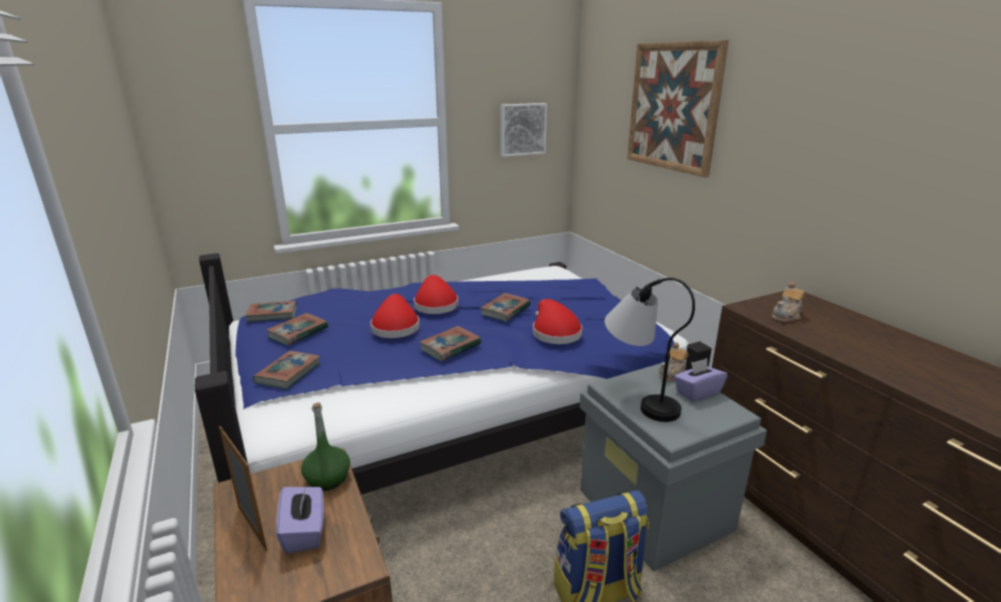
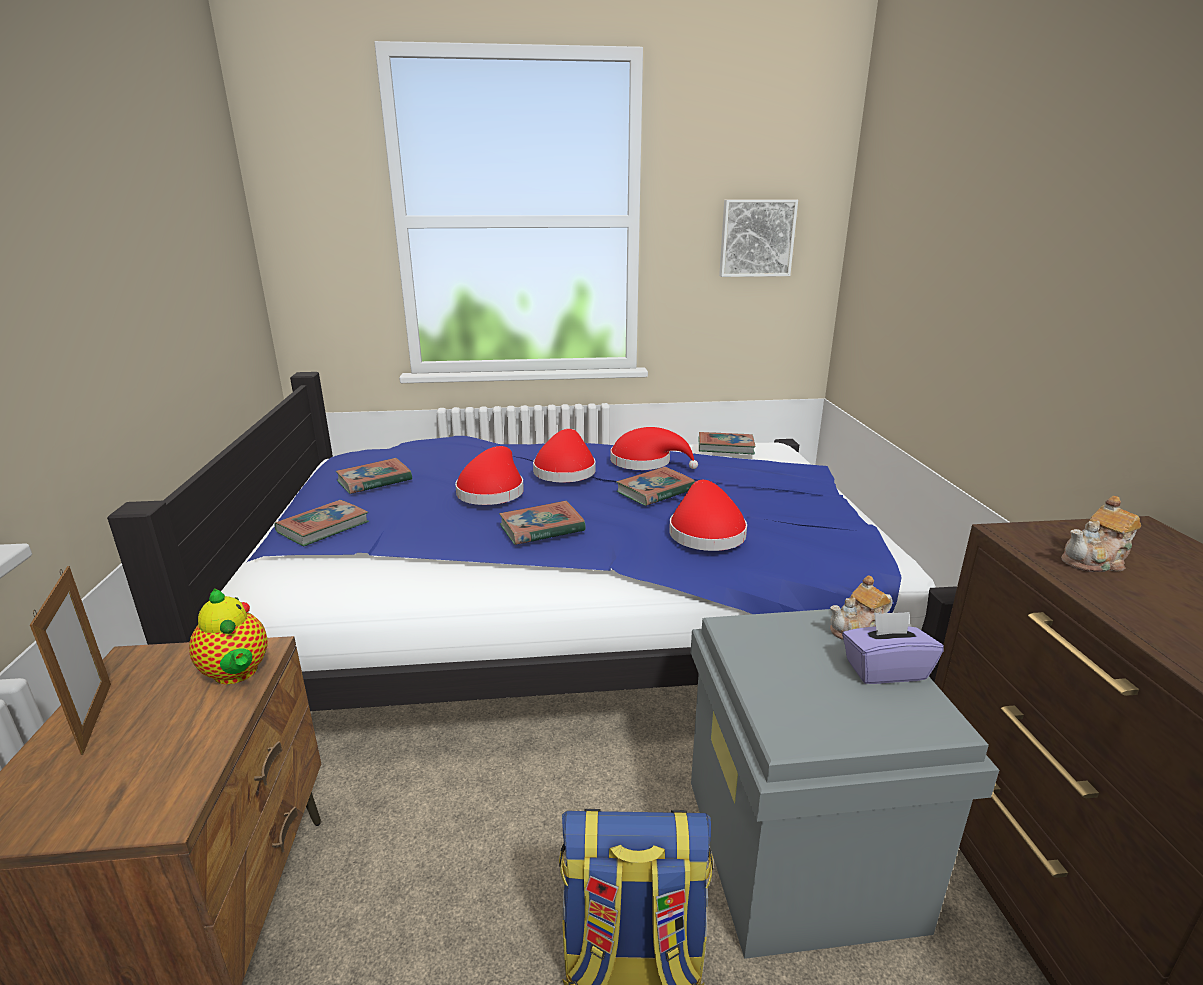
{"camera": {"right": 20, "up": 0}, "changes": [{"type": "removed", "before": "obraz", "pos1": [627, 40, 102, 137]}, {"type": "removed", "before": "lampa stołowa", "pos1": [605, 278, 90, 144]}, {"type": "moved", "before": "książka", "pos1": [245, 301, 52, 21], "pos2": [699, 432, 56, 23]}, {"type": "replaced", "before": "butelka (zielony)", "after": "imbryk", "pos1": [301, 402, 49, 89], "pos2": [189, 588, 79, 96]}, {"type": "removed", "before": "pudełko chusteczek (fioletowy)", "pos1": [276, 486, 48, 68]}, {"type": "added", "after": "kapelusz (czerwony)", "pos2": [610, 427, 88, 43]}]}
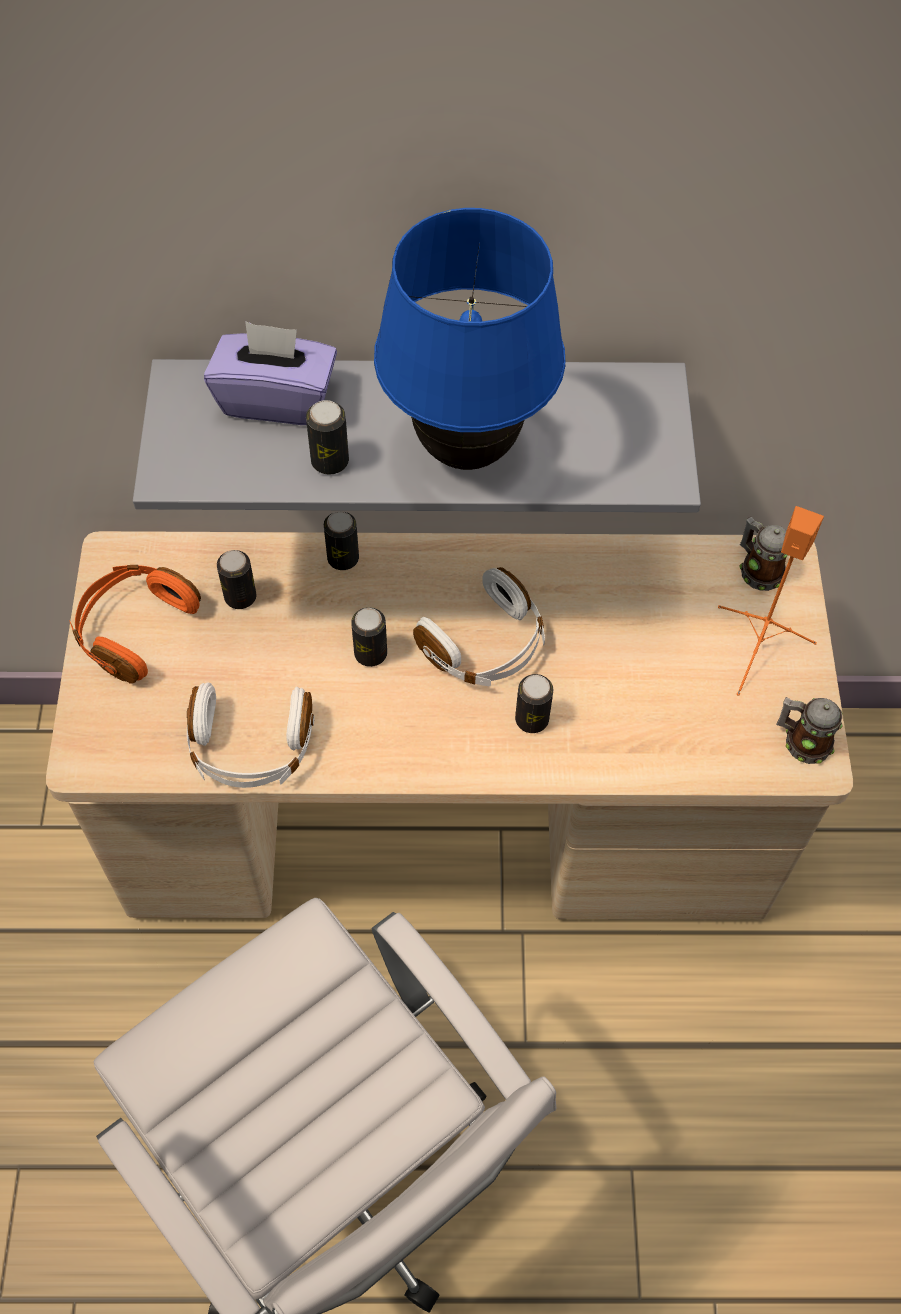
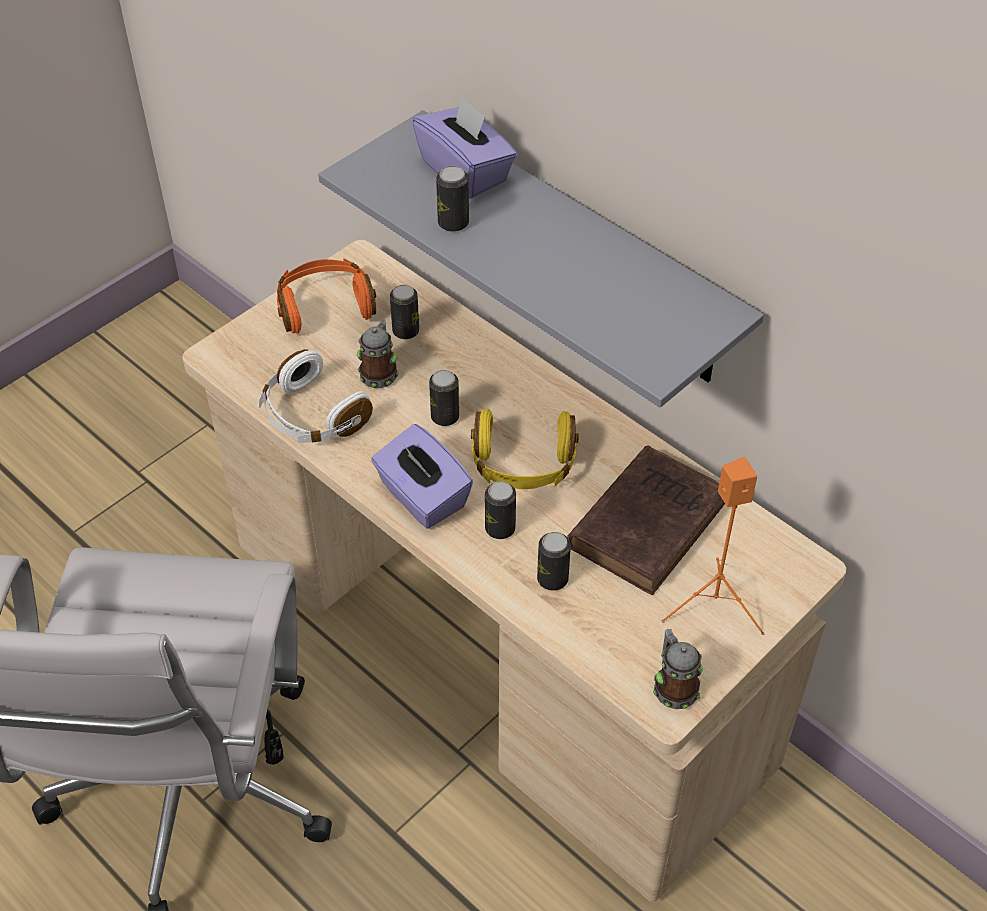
{"camera": {"right": 45, "up": -10}, "changes": [{"type": "removed", "before": "lampa stołowa (niebieski)", "pos1": [374, 208, 191, 262]}, {"type": "moved", "before": "puszka", "pos1": [324, 511, 35, 59], "pos2": [537, 532, 34, 59]}, {"type": "moved", "before": "kubek", "pos1": [740, 517, 48, 74], "pos2": [357, 320, 42, 68]}, {"type": "recoloured", "before": "słuchawki (biały)", "after": "słuchawki (żółty)", "pos1": [413, 567, 132, 119], "pos2": [471, 408, 108, 81]}, {"type": "added", "after": "pudełko chusteczek (fioletowy)", "pos2": [371, 424, 102, 105]}, {"type": "added", "after": "książka (brązowy)", "pos2": [567, 445, 158, 150]}]}
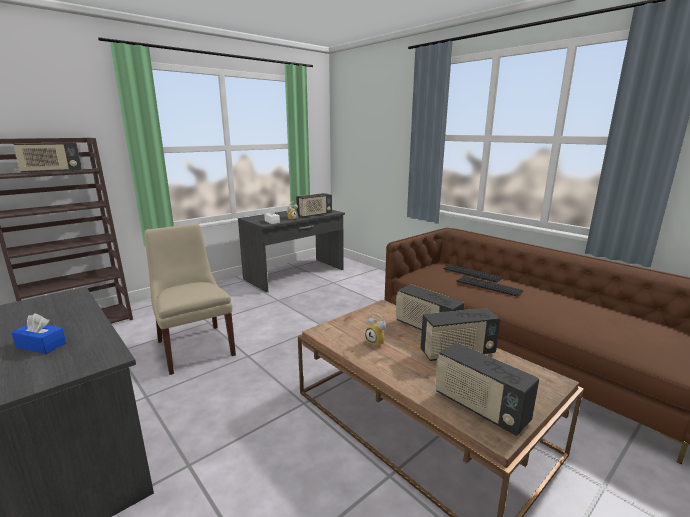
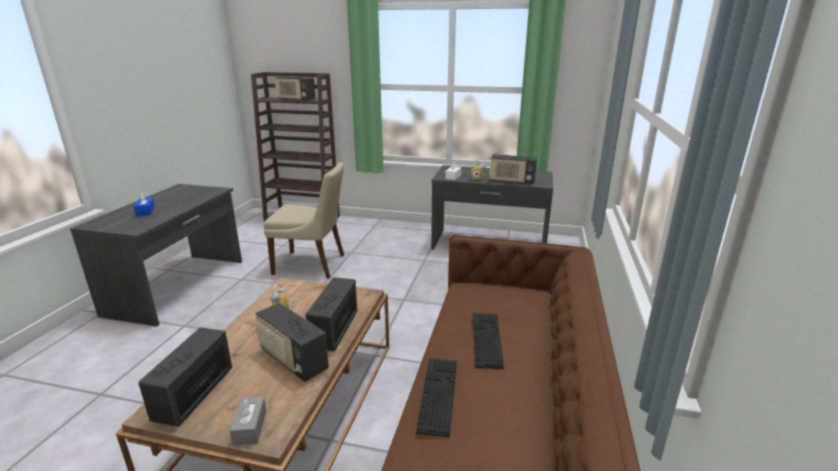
{"camera": {"right": 55, "up": 5}, "changes": [{"type": "turned", "before": "krzesło (beżowy)", "pos1": [144, 224, 92, 151], "pos2": [263, 162, 81, 116], "turn": 75}, {"type": "moved", "before": "klawiatura", "pos1": [443, 265, 60, 18], "pos2": [416, 358, 41, 79]}, {"type": "added", "after": "pudełko chusteczek (szary)", "pos2": [230, 394, 37, 52]}]}
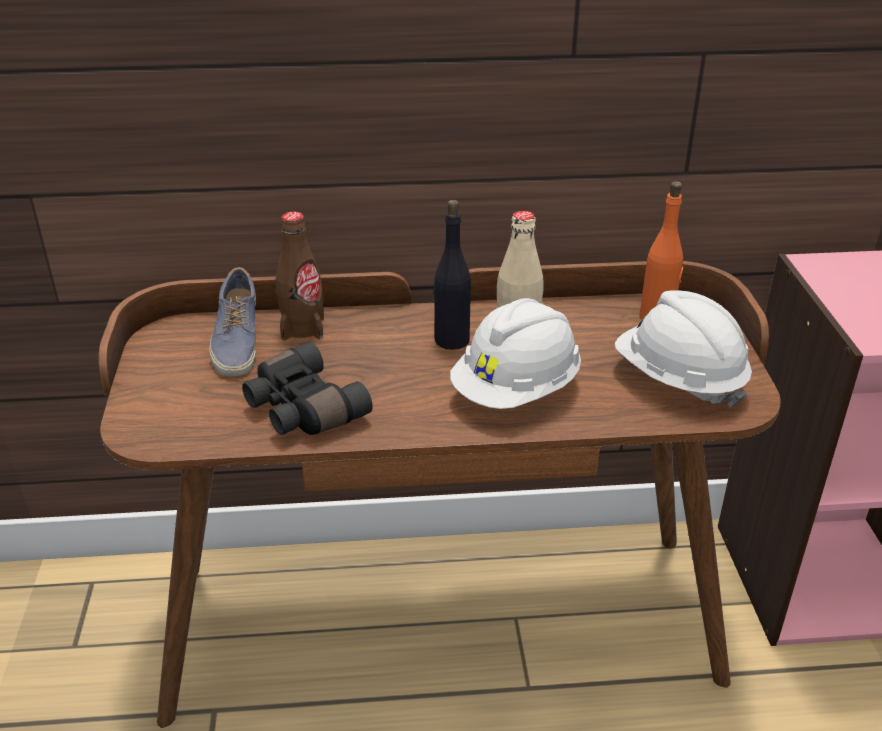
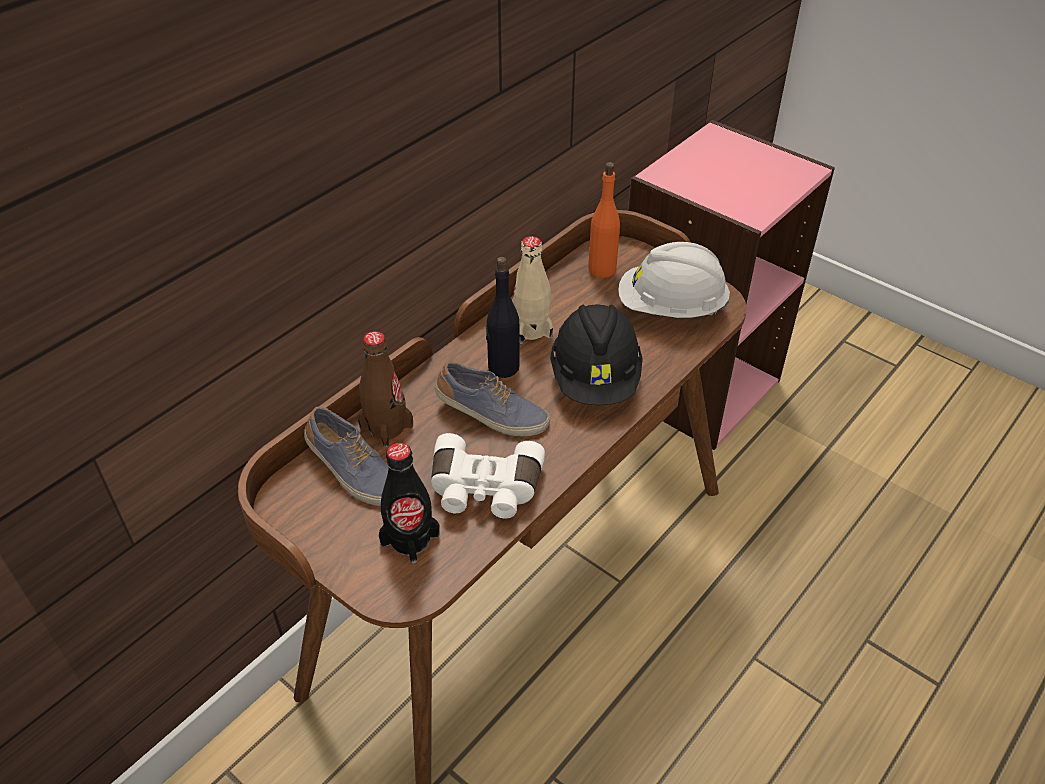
{"camera": {"right": -45, "up": 10}, "changes": [{"type": "recoloured", "before": "kask (biały)", "after": "kask (czarny)", "pos1": [450, 298, 131, 111], "pos2": [550, 304, 93, 101]}, {"type": "recoloured", "before": "lornetka (czarny)", "after": "lornetka (biały)", "pos1": [242, 342, 131, 93], "pos2": [431, 433, 114, 86]}, {"type": "added", "after": "but", "pos2": [435, 362, 115, 74]}, {"type": "added", "after": "butelka (czarny)", "pos2": [379, 443, 61, 120]}]}
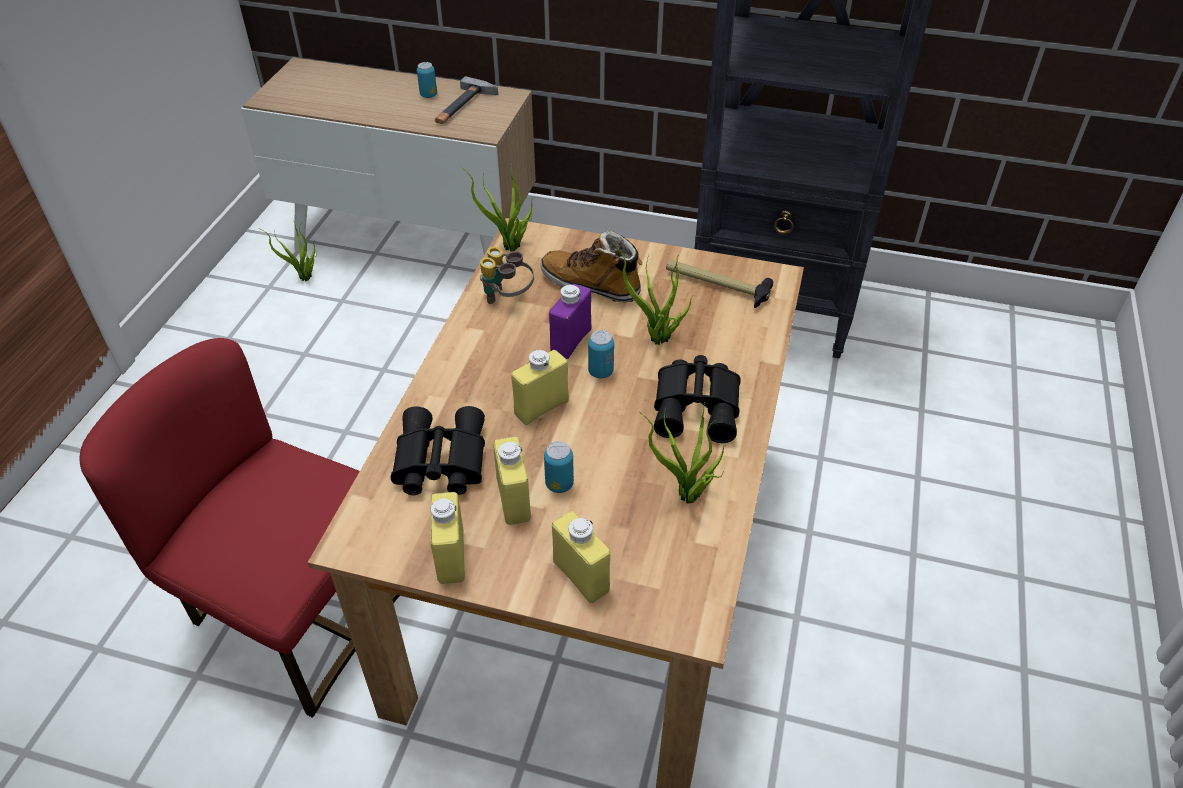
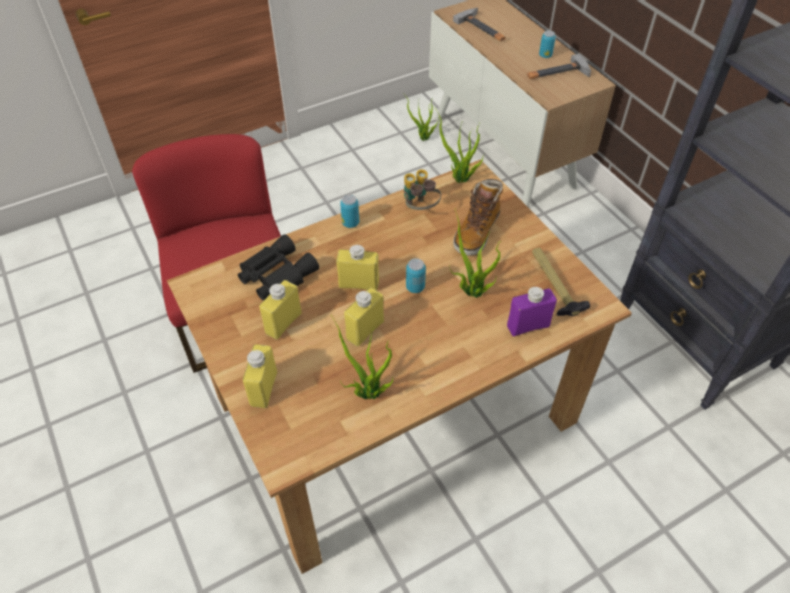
{"camera": {"right": 45, "up": 5}, "changes": [{"type": "turned", "before": "but z cholewką", "pos1": [540, 231, 102, 71], "pos2": [453, 179, 50, 77], "turn": -135}, {"type": "moved", "before": "butelka (fioletowy)", "pos1": [549, 284, 42, 75], "pos2": [507, 287, 50, 49]}, {"type": "removed", "before": "lornetka (czarny)", "pos1": [654, 355, 87, 88]}, {"type": "moved", "before": "puszka", "pos1": [544, 441, 30, 52], "pos2": [340, 195, 19, 33]}, {"type": "moved", "before": "butelka (żółty)", "pos1": [430, 492, 35, 92], "pos2": [344, 288, 40, 59]}, {"type": "added", "after": "młotek", "pos2": [453, 8, 52, 33]}]}
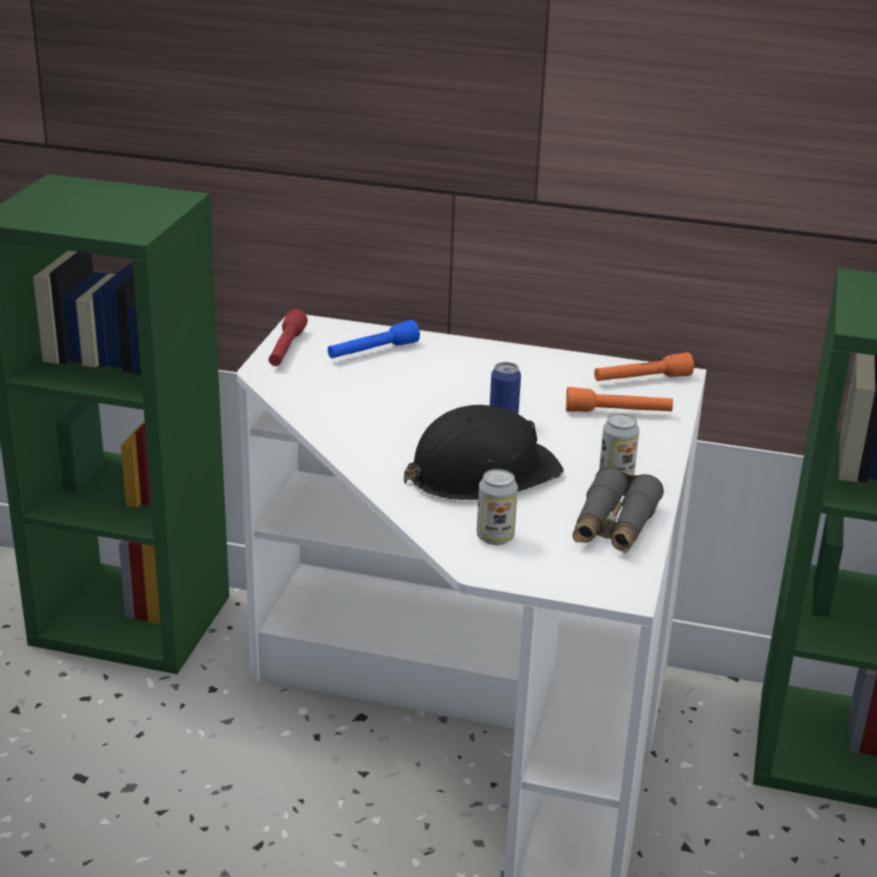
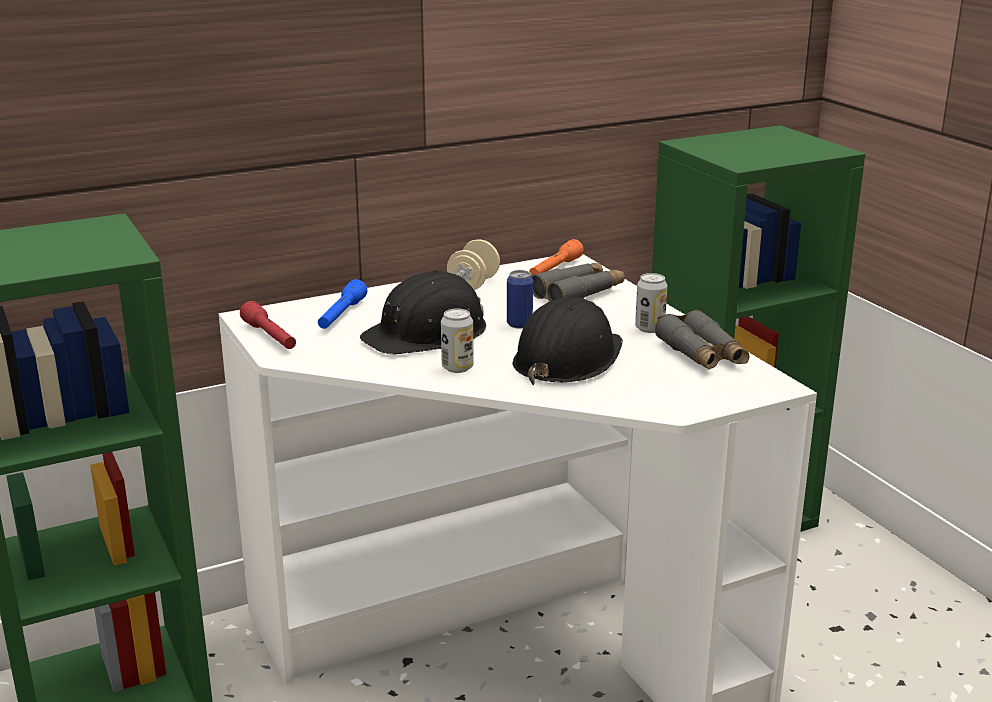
{"camera": {"right": -40, "up": -5}, "changes": [{"type": "replaced", "before": "latarka (pomarańczowy)", "after": "lornetka (szary)", "pos1": [566, 387, 107, 25], "pos2": [532, 262, 93, 39]}, {"type": "moved", "before": "puszka", "pos1": [477, 469, 41, 76], "pos2": [441, 309, 33, 64]}, {"type": "added", "after": "hantel (beżowy)", "pos2": [447, 239, 53, 51]}, {"type": "added", "after": "kask (czarny)", "pos2": [360, 270, 126, 84]}]}
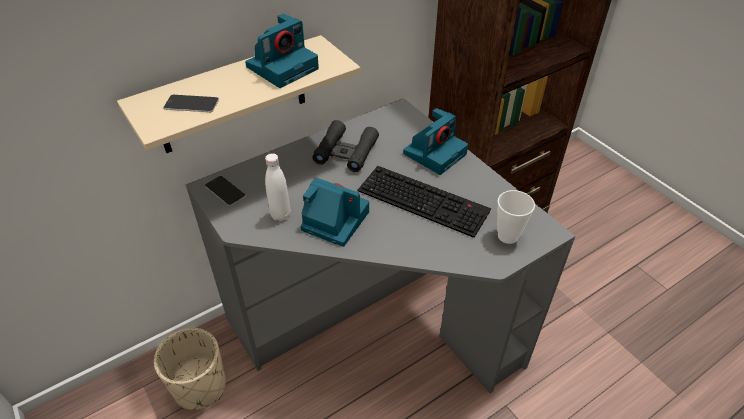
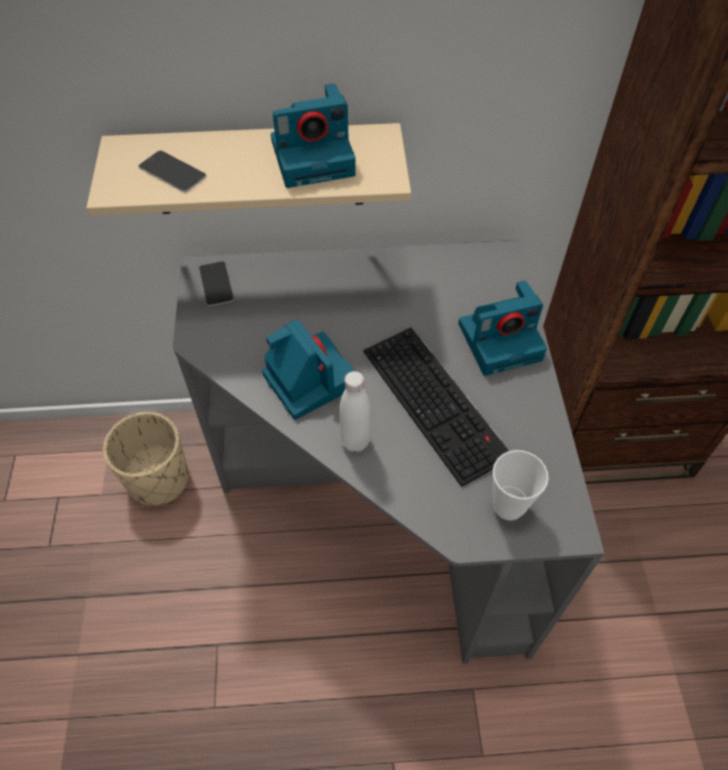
{"camera": {"right": 30, "up": 10}, "changes": [{"type": "removed", "before": "lornetka (czarny)", "pos1": [312, 120, 67, 52]}, {"type": "moved", "before": "butelka (biały)", "pos1": [265, 153, 25, 68], "pos2": [339, 371, 31, 81]}]}
